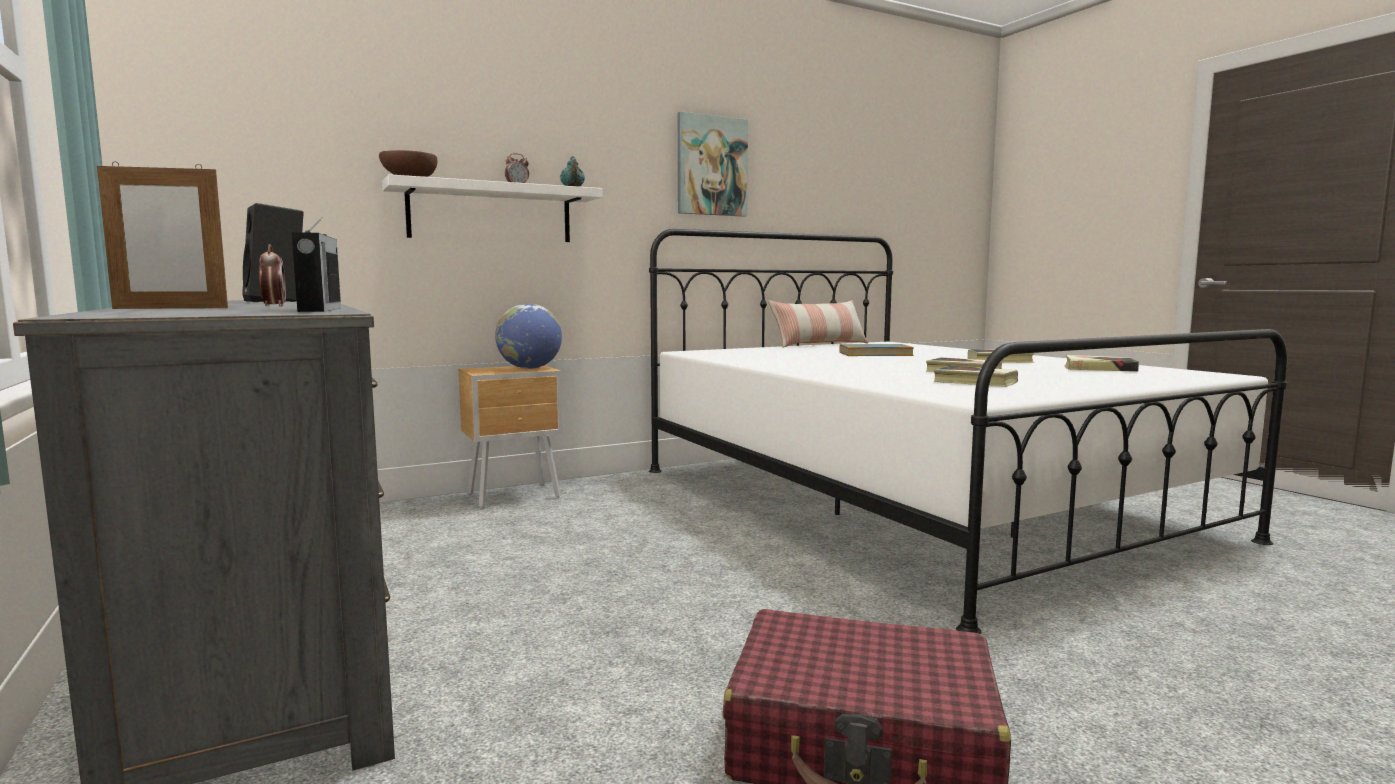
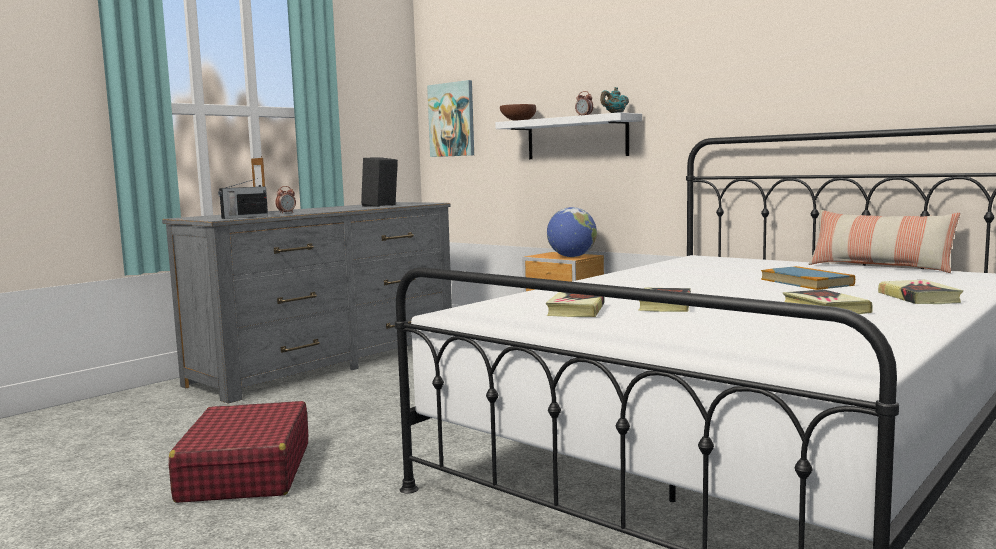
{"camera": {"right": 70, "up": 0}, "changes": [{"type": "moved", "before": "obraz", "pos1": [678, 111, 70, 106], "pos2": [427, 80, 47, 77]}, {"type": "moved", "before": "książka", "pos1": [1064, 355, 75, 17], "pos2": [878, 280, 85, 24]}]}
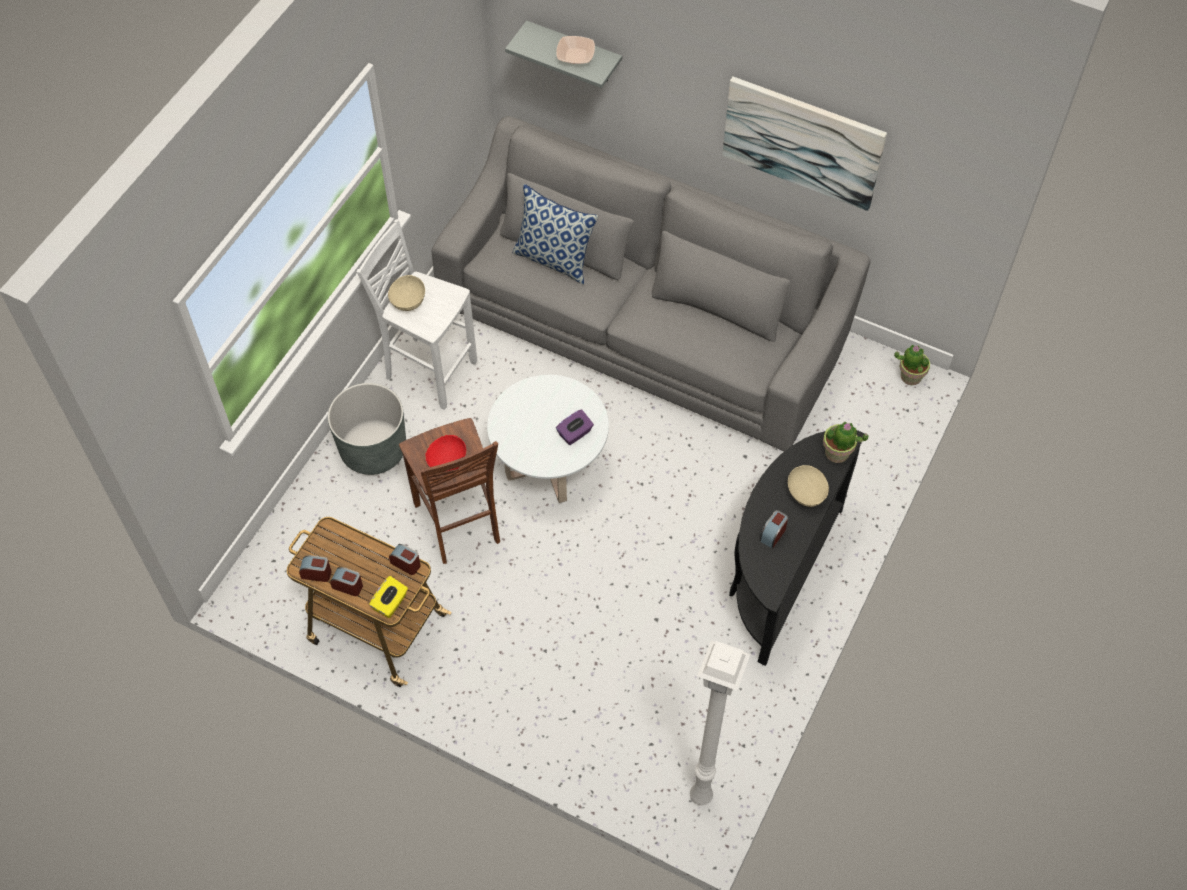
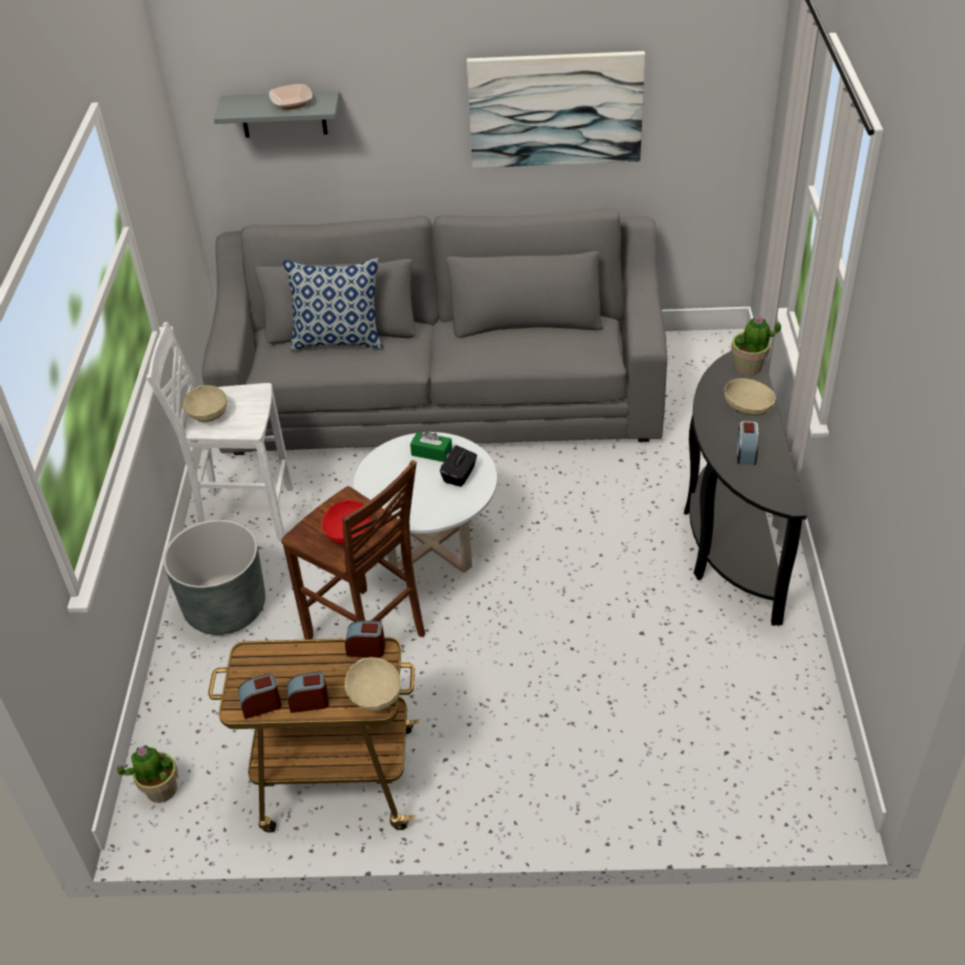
{"camera": {"right": -25, "up": -15}, "changes": [{"type": "moved", "before": "roślina doniczkowa", "pos1": [894, 345, 36, 40], "pos2": [117, 745, 61, 58]}, {"type": "recoloured", "before": "pudełko chusteczek (fioletowy)", "after": "pudełko chusteczek (czarny)", "pos1": [556, 409, 38, 36], "pos2": [440, 445, 37, 42]}, {"type": "replaced", "before": "pudełko chusteczek (żółty)", "after": "miska (beżowy)", "pos1": [369, 576, 39, 42], "pos2": [344, 657, 57, 54]}, {"type": "removed", "before": "lampa stojąca (biały)", "pos1": [690, 641, 60, 164]}, {"type": "added", "after": "pudełko chusteczek (zielony)", "pos2": [410, 430, 42, 32]}]}
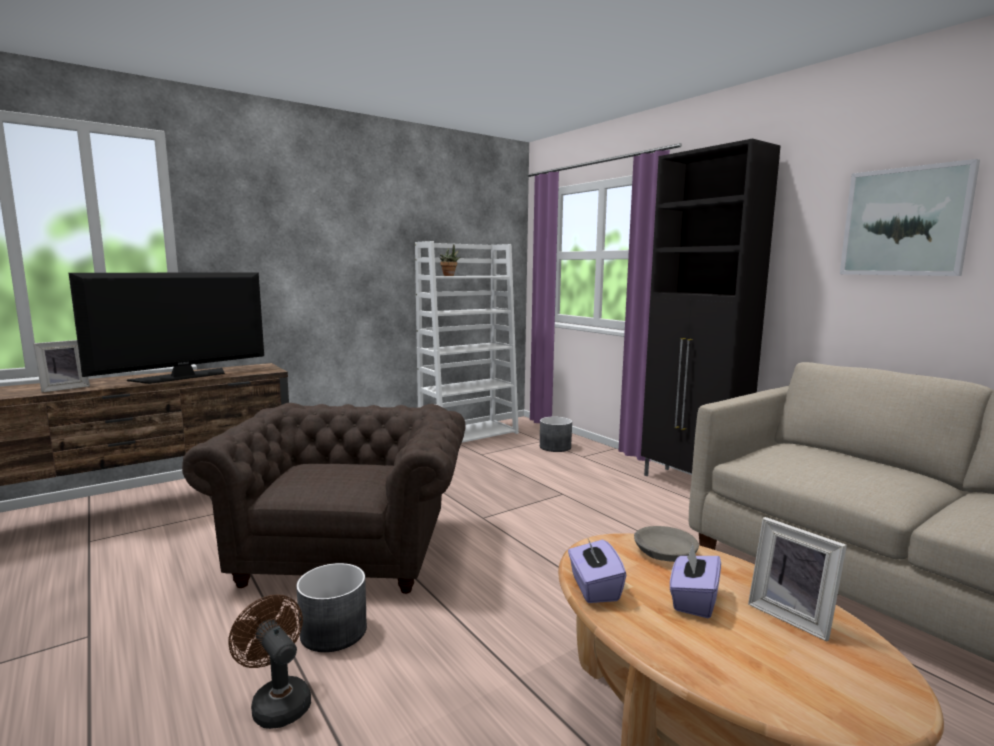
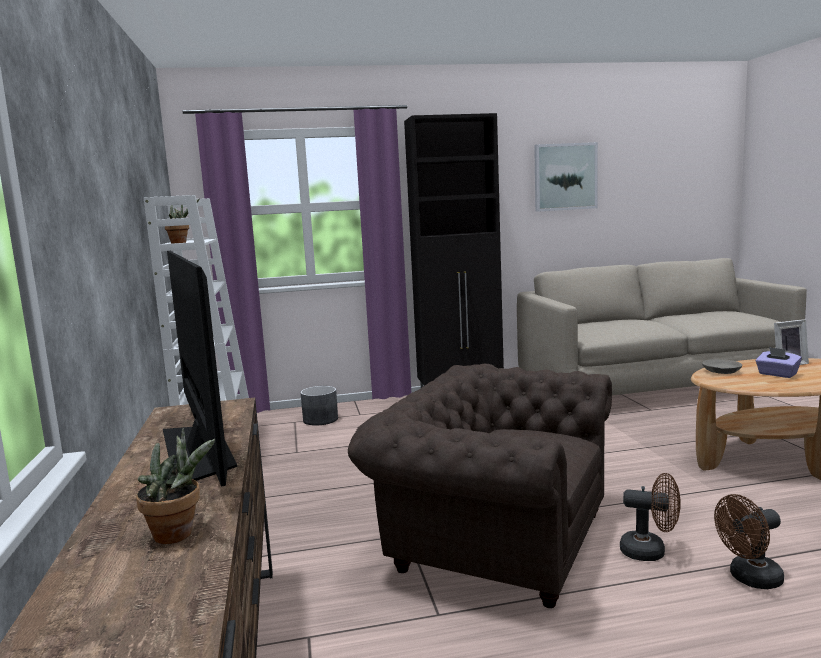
{"camera": {"right": -65, "up": 0}, "changes": [{"type": "replaced", "before": "ramka na zdjęcie", "after": "roślina doniczkowa", "pos1": [33, 340, 57, 53], "pos2": [136, 428, 79, 116]}, {"type": "removed", "before": "pudełko chusteczek (fioletowy)", "pos1": [568, 539, 58, 64]}, {"type": "replaced", "before": "donica (szary)", "after": "wentylator (brązowy)", "pos1": [296, 563, 71, 89], "pos2": [620, 473, 61, 88]}]}
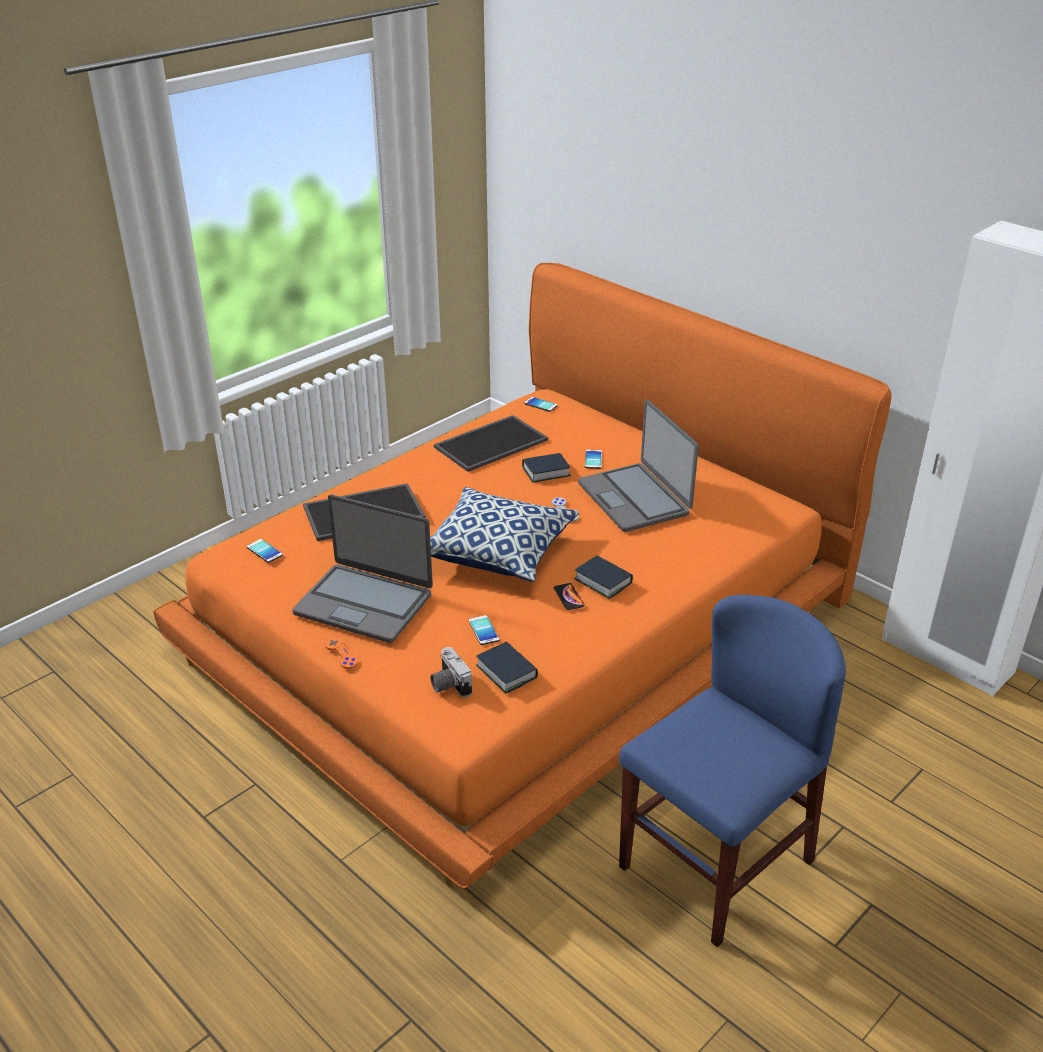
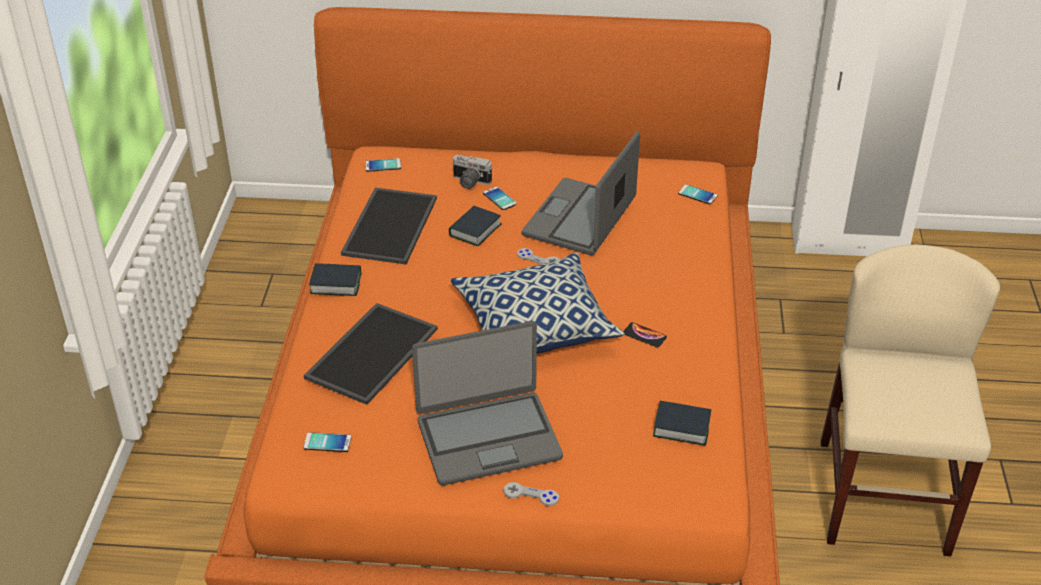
{"camera": {"right": -40, "up": 5}, "changes": [{"type": "turned", "before": "laptop", "pos1": [578, 400, 121, 132], "pos2": [522, 131, 118, 124], "turn": 90}, {"type": "moved", "before": "książka", "pos1": [574, 555, 59, 44], "pos2": [309, 263, 52, 33]}, {"type": "recoloured", "before": "krzesło (niebieski)", "after": "krzesło (beżowy)", "pos1": [619, 595, 227, 352], "pos2": [820, 244, 180, 312]}, {"type": "moved", "before": "telefon", "pos1": [469, 615, 30, 30], "pos2": [678, 184, 40, 20]}, {"type": "recoloured", "before": "pad do gier (pomarańczowy)", "after": "pad do gier (szary)", "pos1": [325, 637, 33, 32], "pos2": [504, 482, 55, 24]}, {"type": "moved", "before": "aparat fotograficzny", "pos1": [430, 647, 42, 51], "pos2": [451, 155, 41, 34]}]}
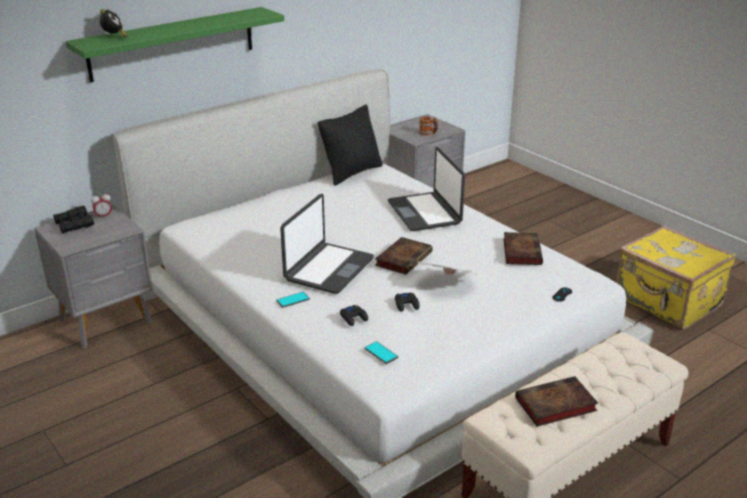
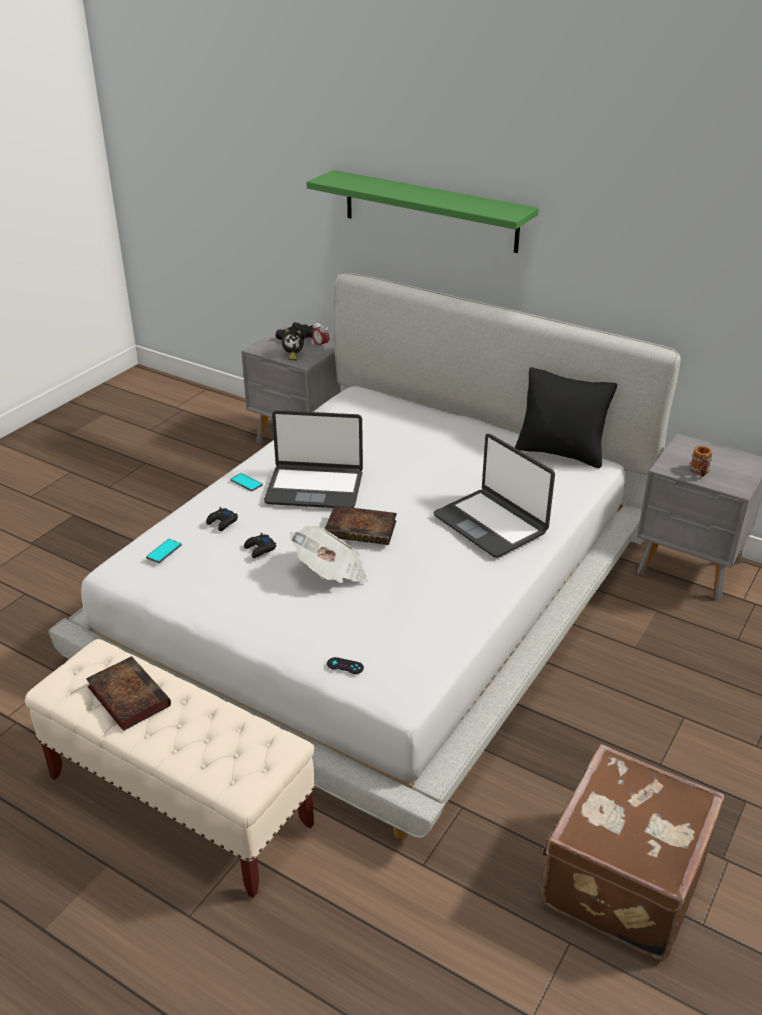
{"camera": {"right": 70, "up": 5}, "changes": [{"type": "moved", "before": "budzik", "pos1": [100, 9, 28, 29], "pos2": [282, 329, 22, 31]}, {"type": "turned", "before": "laptop", "pos1": [388, 147, 77, 84], "pos2": [433, 434, 122, 124], "turn": -90}, {"type": "recoloured", "before": "walizka (żółty)", "after": "walizka (brązowy)", "pos1": [616, 225, 120, 104], "pos2": [541, 744, 183, 216]}, {"type": "removed", "before": "książka", "pos1": [503, 232, 40, 33]}]}
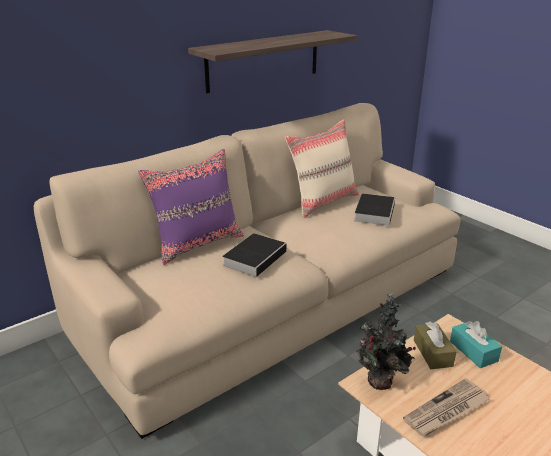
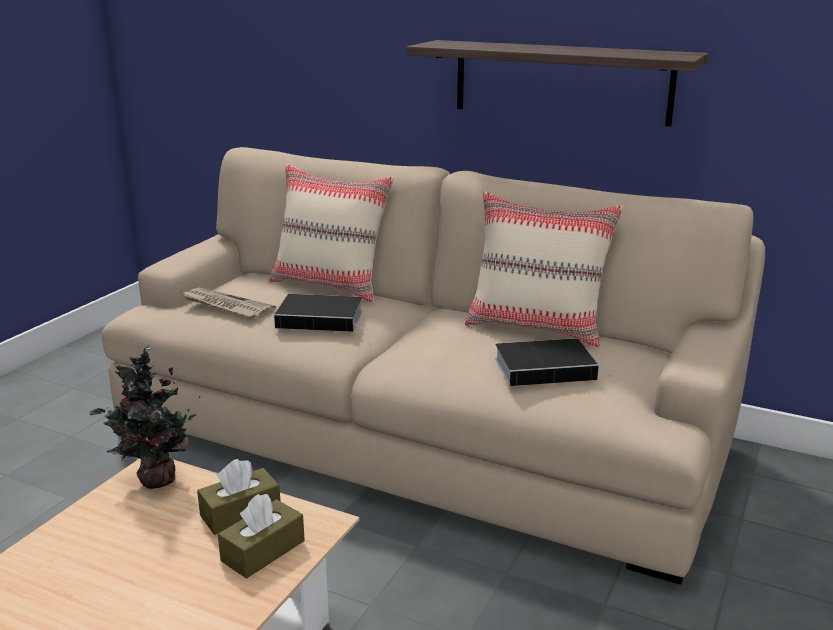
{"camera": {"right": 65, "up": -5}, "changes": [{"type": "recoloured", "before": "poduszka (fioletowy)", "after": "poduszka (beżowy)", "pos1": [138, 149, 106, 116], "pos2": [269, 164, 125, 138]}, {"type": "recoloured", "before": "pudełko chusteczek (turkusowy)", "after": "pudełko chusteczek (brązowy)", "pos1": [450, 321, 52, 47], "pos2": [218, 494, 87, 85]}, {"type": "moved", "before": "gazeta", "pos1": [403, 378, 87, 58], "pos2": [181, 287, 95, 31]}]}
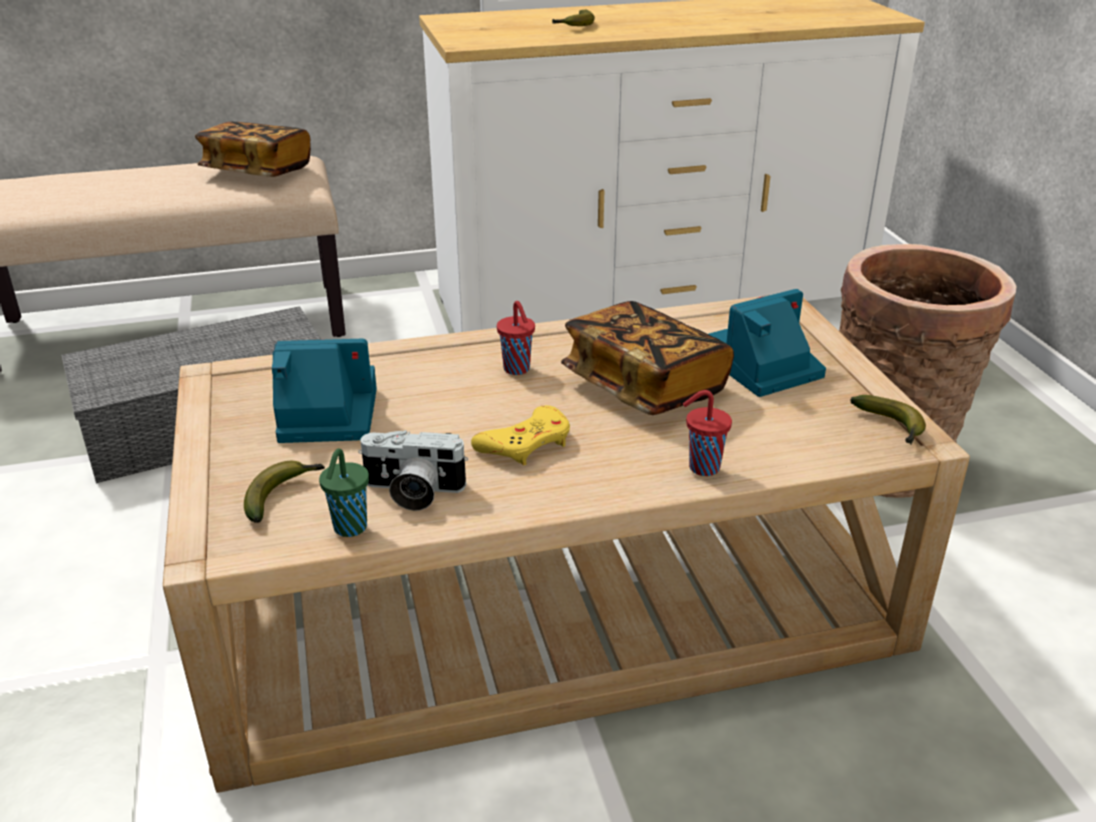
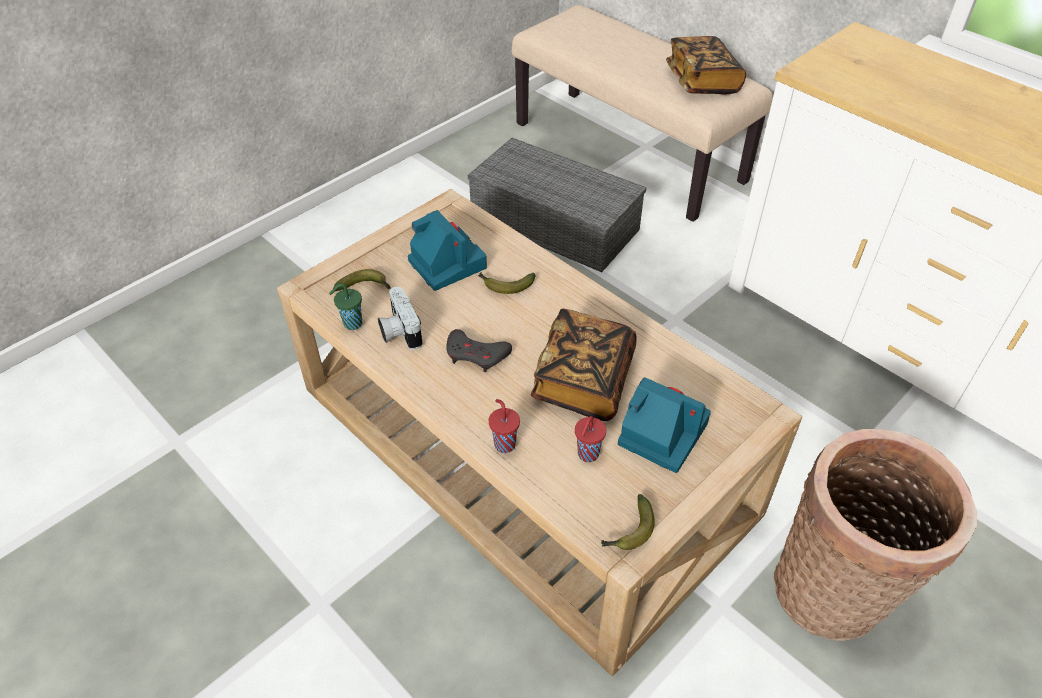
{"camera": {"right": 60, "up": 15}, "changes": [{"type": "moved", "before": "banan", "pos1": [552, 10, 43, 16], "pos2": [478, 272, 58, 22]}, {"type": "moved", "before": "filiżanka (czerwony)", "pos1": [497, 301, 38, 74], "pos2": [575, 416, 31, 46]}, {"type": "recoloured", "before": "pad do gier (żółty)", "after": "pad do gier (szary)", "pos1": [471, 405, 99, 61], "pos2": [446, 329, 66, 43]}]}
